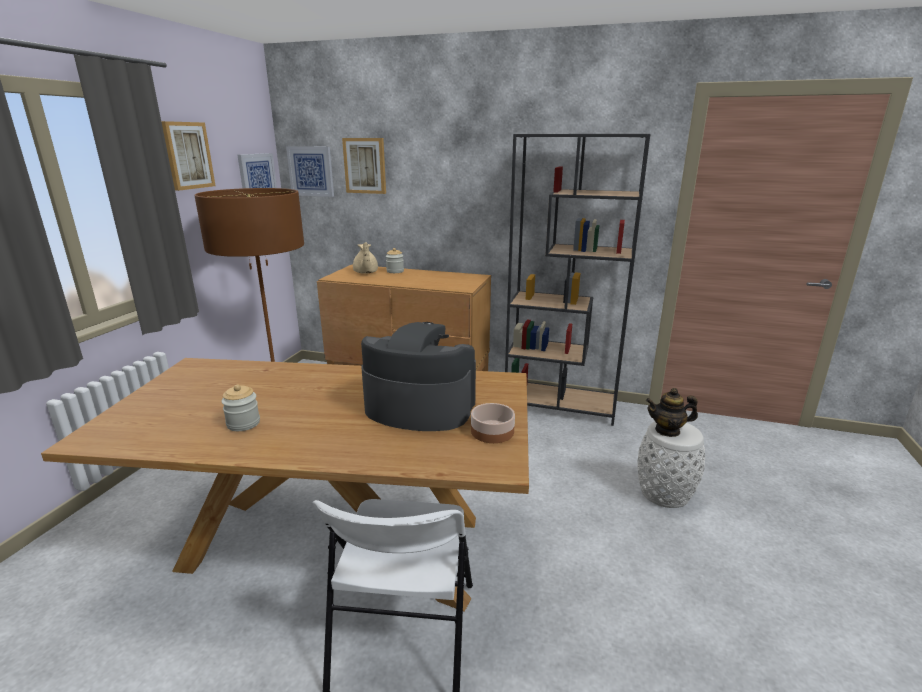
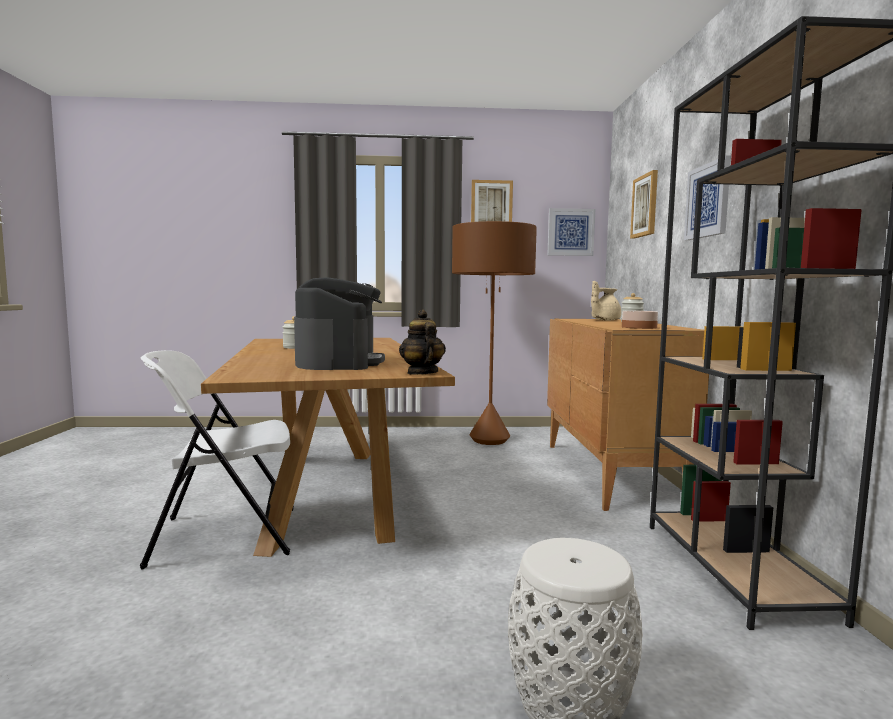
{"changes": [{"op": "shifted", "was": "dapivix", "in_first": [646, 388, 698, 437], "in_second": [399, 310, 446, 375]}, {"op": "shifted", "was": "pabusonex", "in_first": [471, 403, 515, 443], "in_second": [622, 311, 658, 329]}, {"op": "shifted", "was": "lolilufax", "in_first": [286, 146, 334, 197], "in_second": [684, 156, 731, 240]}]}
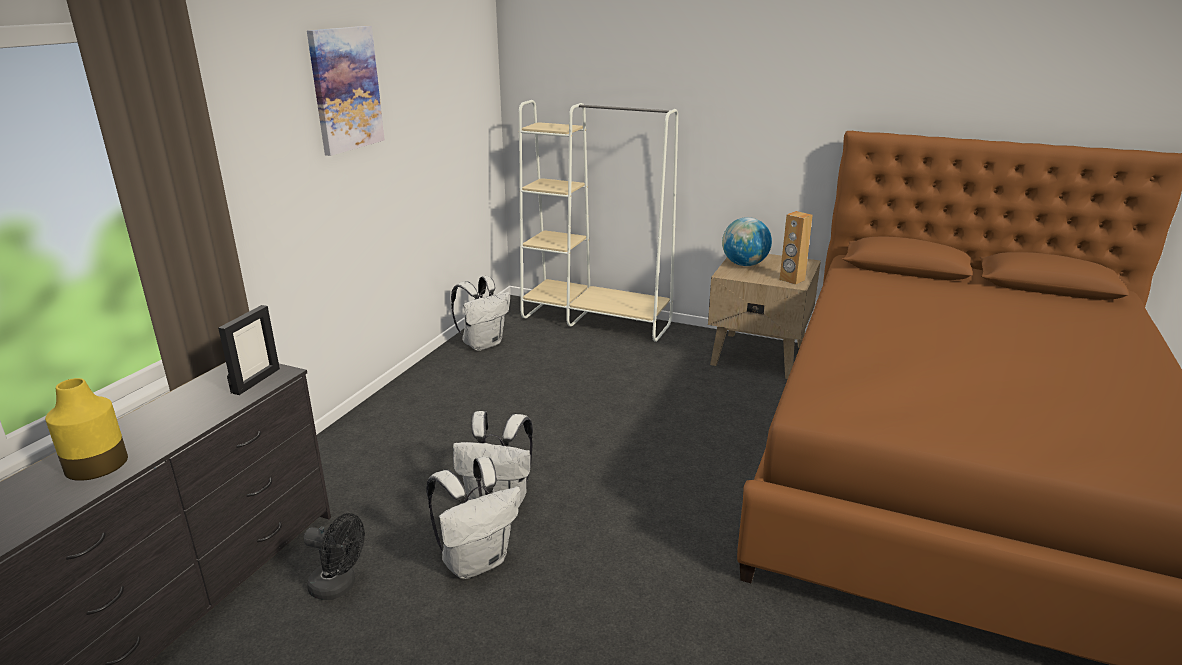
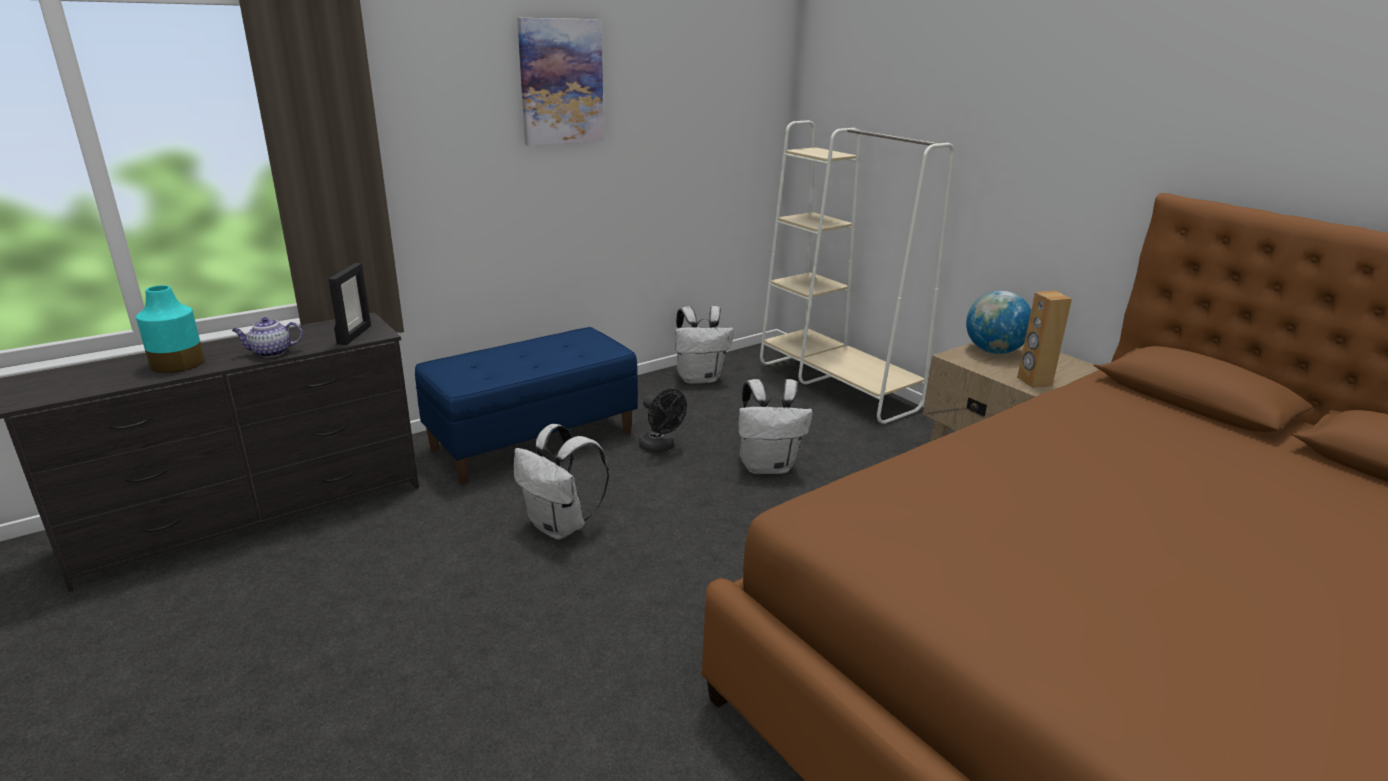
{"changes": [{"op": "repainted", "was": "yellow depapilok", "now": "turquoise depapilok", "in_first": [45, 378, 128, 481], "in_second": [136, 285, 205, 373]}, {"op": "new", "now": "dapivix", "in_second": [232, 317, 303, 357]}, {"op": "rotated", "was": "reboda", "in_first": [218, 305, 280, 395], "in_second": [328, 263, 371, 345], "clockwise": -45}, {"op": "new", "now": "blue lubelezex", "in_second": [415, 327, 638, 484]}, {"op": "shifted", "was": "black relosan", "in_first": [304, 513, 365, 600], "in_second": [639, 389, 687, 453]}, {"op": "shifted", "was": "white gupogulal", "in_first": [426, 456, 521, 579], "in_second": [738, 379, 813, 474]}]}
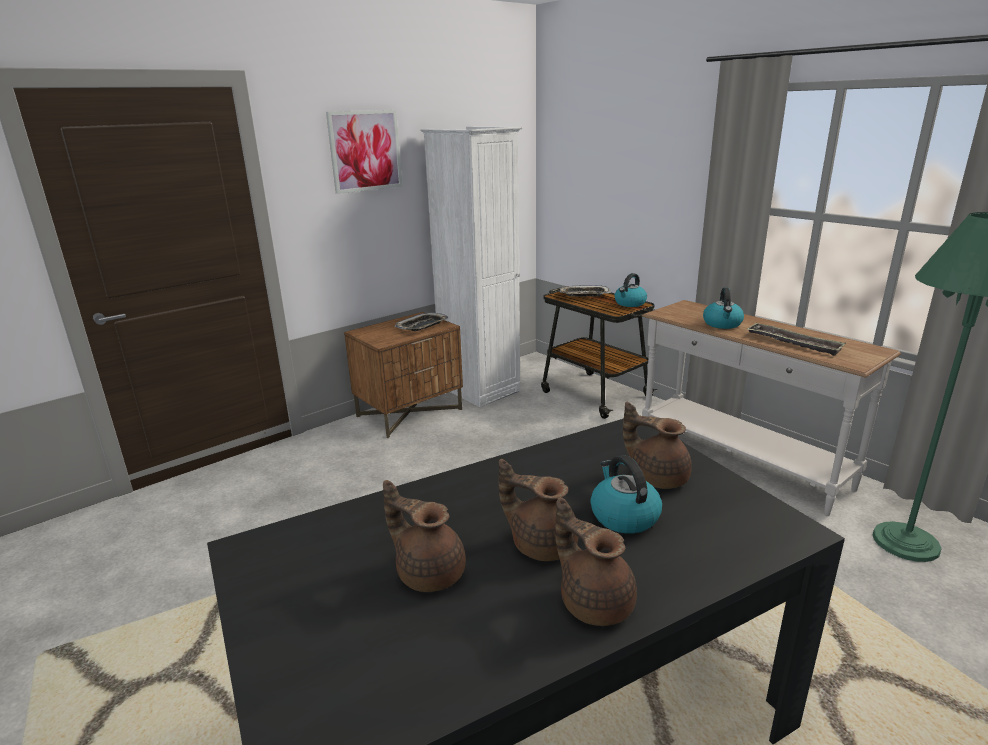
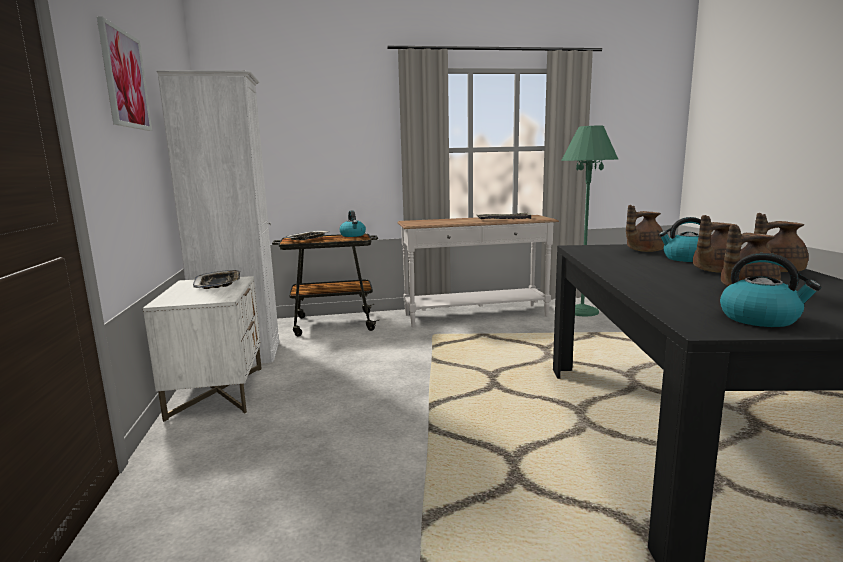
{"changes": [{"op": "repainted", "was": "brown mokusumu", "now": "white mokusumu", "in_first": [344, 312, 463, 438], "in_second": [143, 276, 262, 422]}, {"op": "shifted", "was": "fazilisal", "in_first": [703, 288, 744, 329], "in_second": [720, 253, 821, 327]}]}
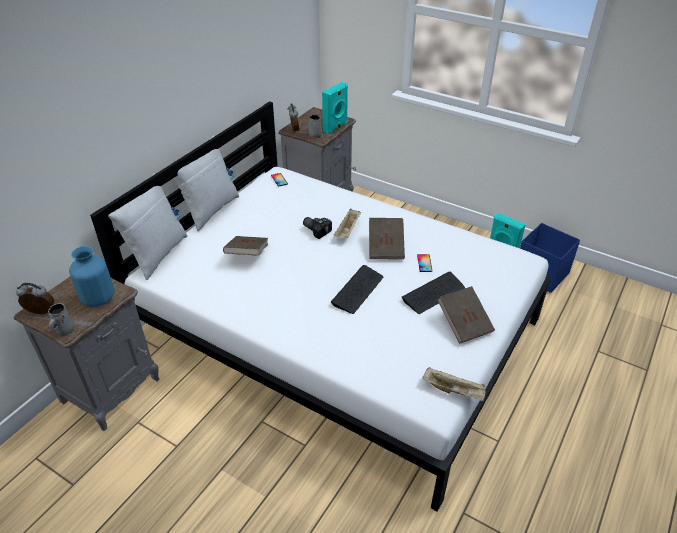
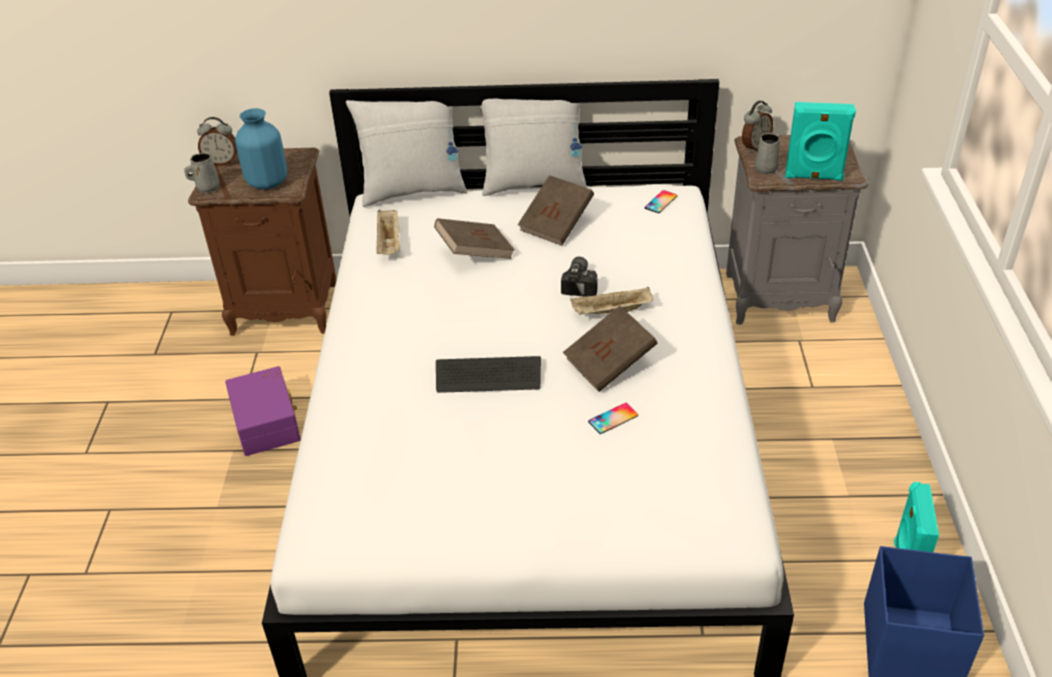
{"changes": [{"op": "repainted", "was": "grey mokusumu", "now": "brown mokusumu", "in_first": [13, 276, 159, 431], "in_second": [188, 148, 337, 336]}, {"op": "rotated", "was": "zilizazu", "in_first": [16, 283, 54, 314], "in_second": [197, 117, 237, 166], "clockwise": 120}, {"op": "new", "now": "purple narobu", "in_second": [225, 366, 301, 456]}, {"op": "shifted", "was": "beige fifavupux", "in_first": [422, 367, 486, 401], "in_second": [376, 209, 400, 255]}, {"op": "shifted", "was": "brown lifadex", "in_first": [437, 286, 495, 344], "in_second": [518, 175, 594, 246]}, {"op": "gone", "was": "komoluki", "in_first": [402, 272, 465, 314]}]}
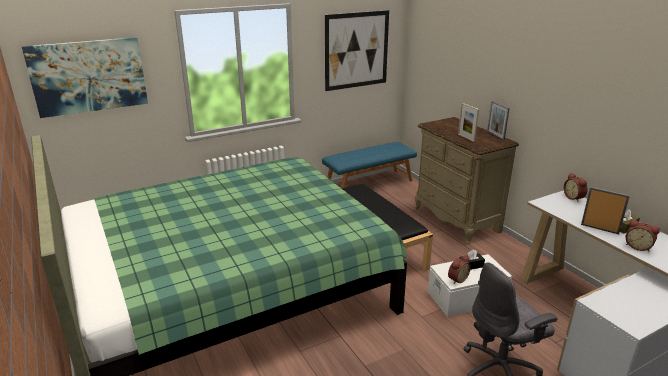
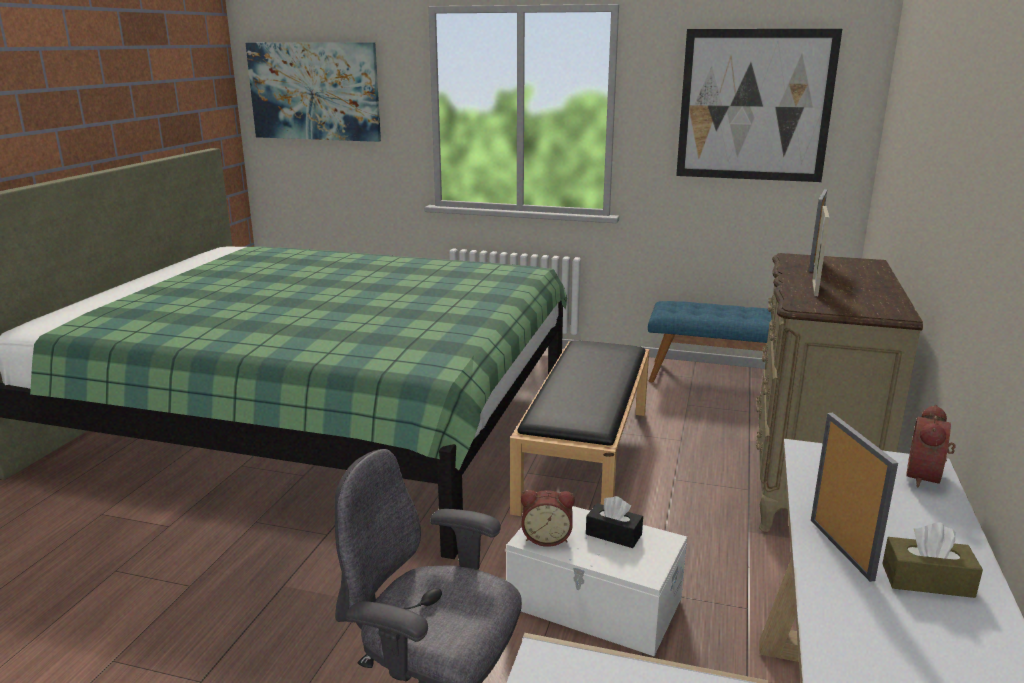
{"changes": [{"op": "shifted", "was": "reboda", "in_first": [487, 101, 510, 140], "in_second": [809, 190, 827, 272]}, {"op": "gone", "was": "zilizazu", "in_first": [626, 219, 660, 252]}]}
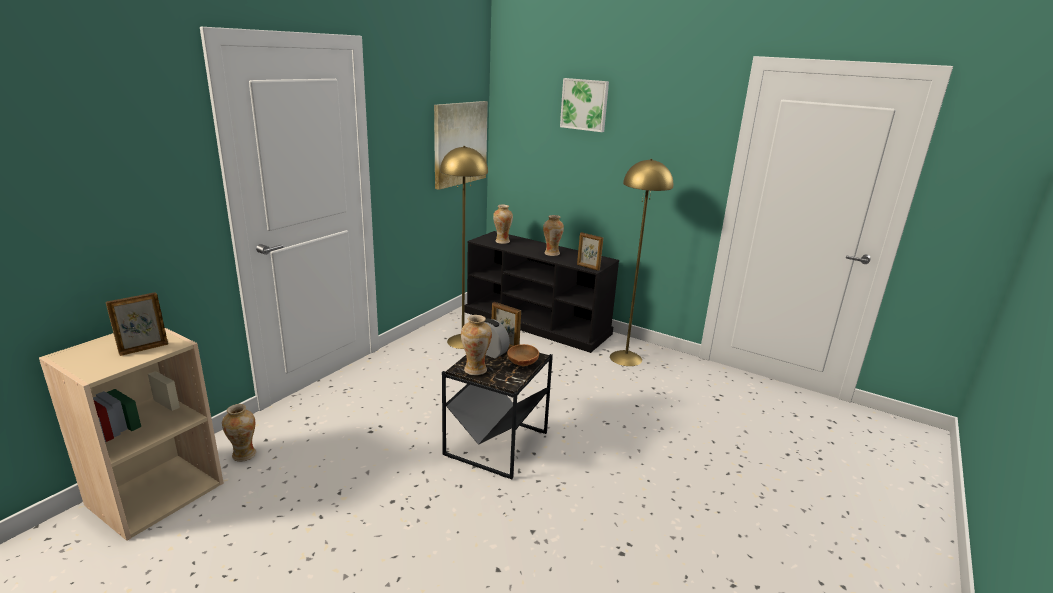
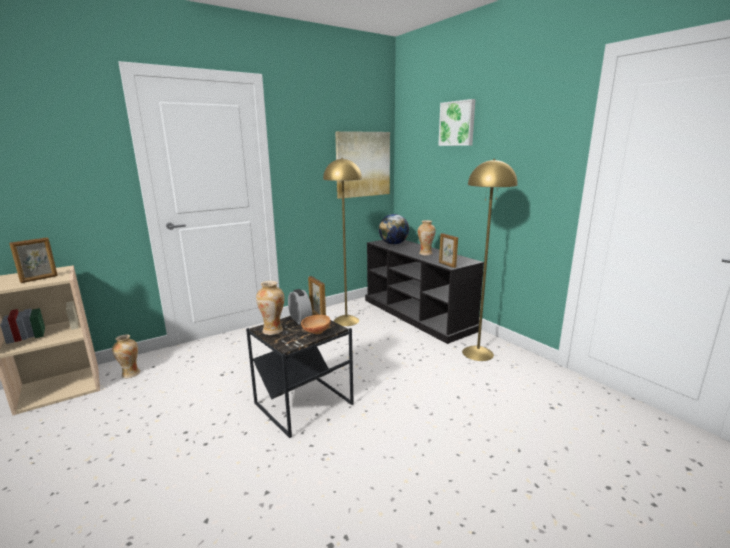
{"changes": [{"op": "rotated", "was": "reboda", "in_first": [106, 292, 168, 356], "in_second": [9, 237, 58, 283], "clockwise": 150}, {"op": "swapped", "was": "depapilok", "now": "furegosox", "in_first": [493, 205, 513, 244], "in_second": [379, 214, 409, 245]}]}
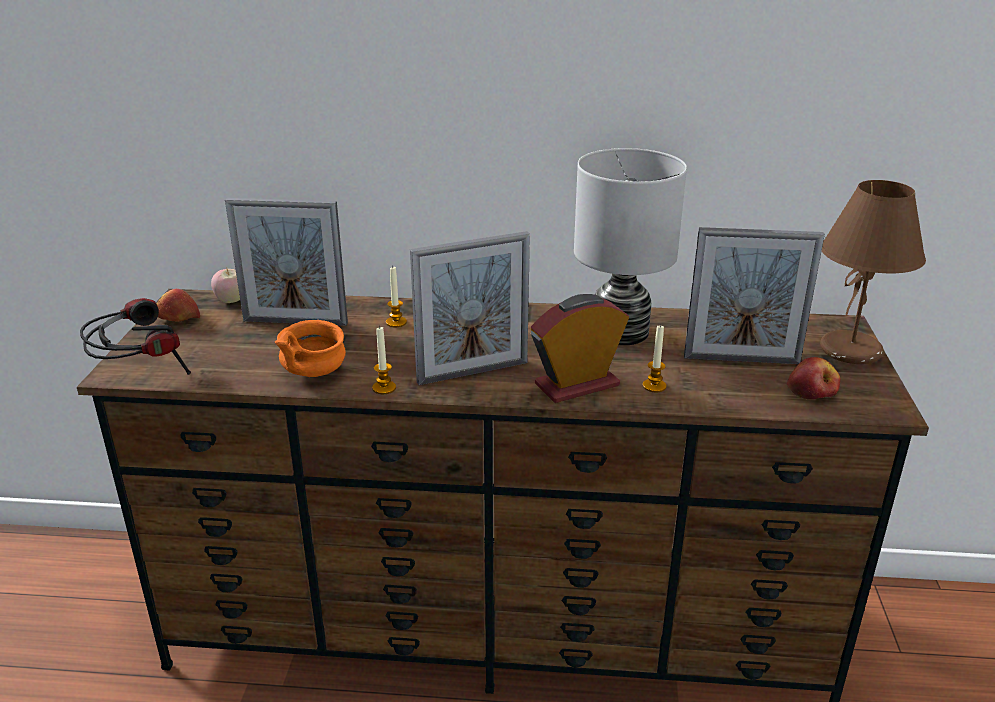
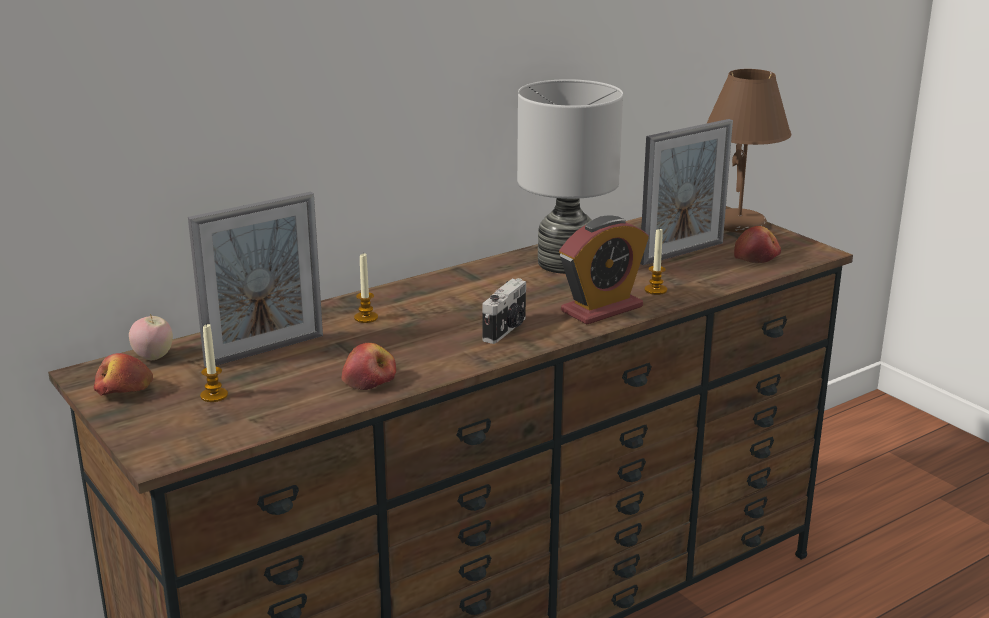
{"changes": [{"op": "shifted", "was": "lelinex", "in_first": [372, 326, 396, 394], "in_second": [200, 323, 228, 402]}, {"op": "swapped", "was": "orange pabusonex", "now": "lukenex", "in_first": [275, 320, 346, 377], "in_second": [342, 343, 396, 390]}, {"op": "swapped", "was": "reboda", "now": "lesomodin", "in_first": [410, 231, 530, 385], "in_second": [482, 278, 526, 344]}, {"op": "rotated", "was": "zilizazu", "in_first": [531, 294, 629, 403], "in_second": [559, 216, 649, 324], "clockwise": -150}, {"op": "gone", "was": "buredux", "in_first": [80, 298, 191, 375]}]}
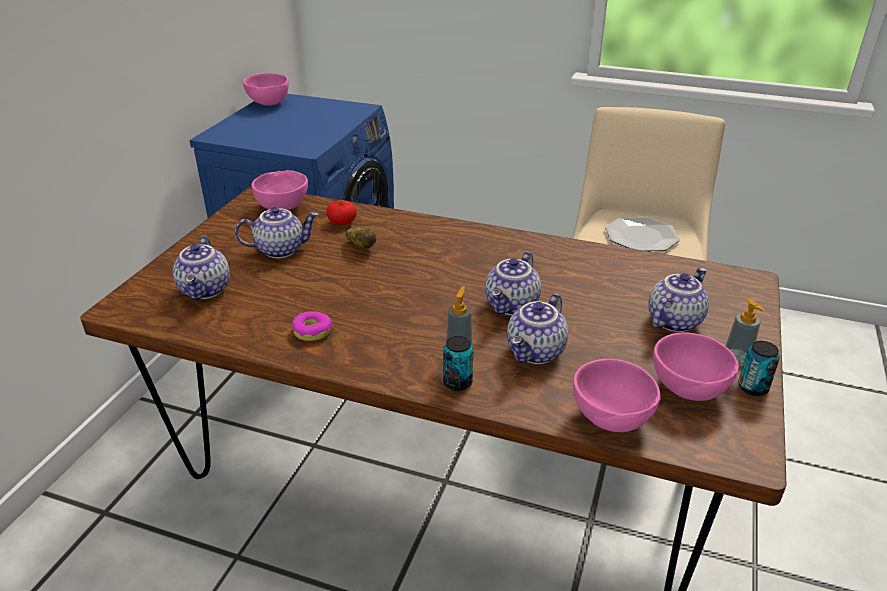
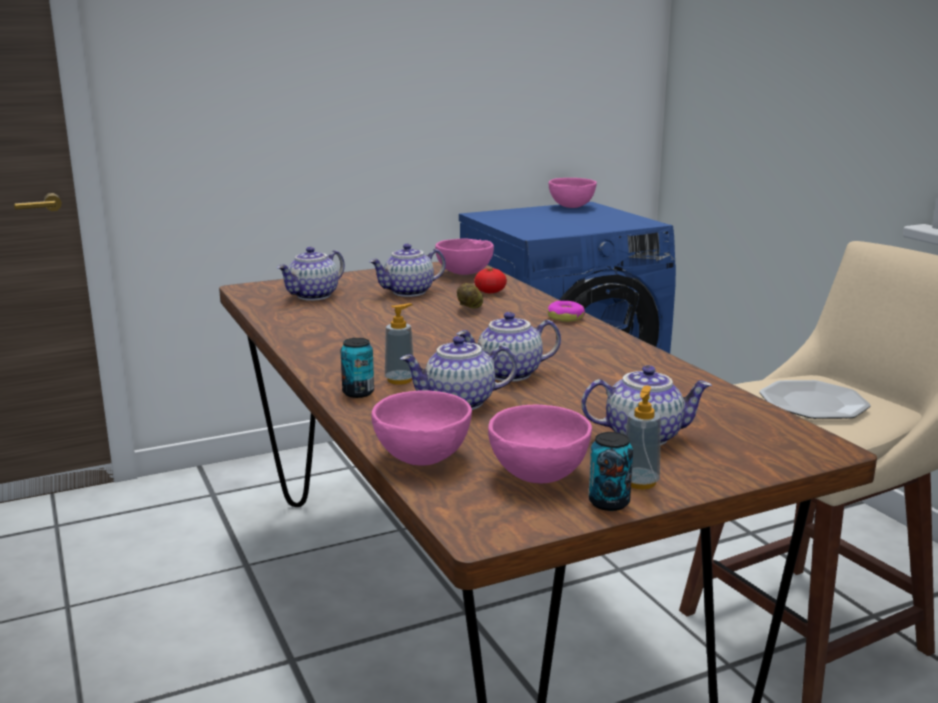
{"changes": [{"op": "rotated", "was": "dapivix", "in_first": [235, 206, 318, 258], "in_second": [369, 244, 446, 297], "clockwise": 120}, {"op": "shifted", "was": "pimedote", "in_first": [292, 311, 332, 341], "in_second": [547, 301, 585, 322]}]}
